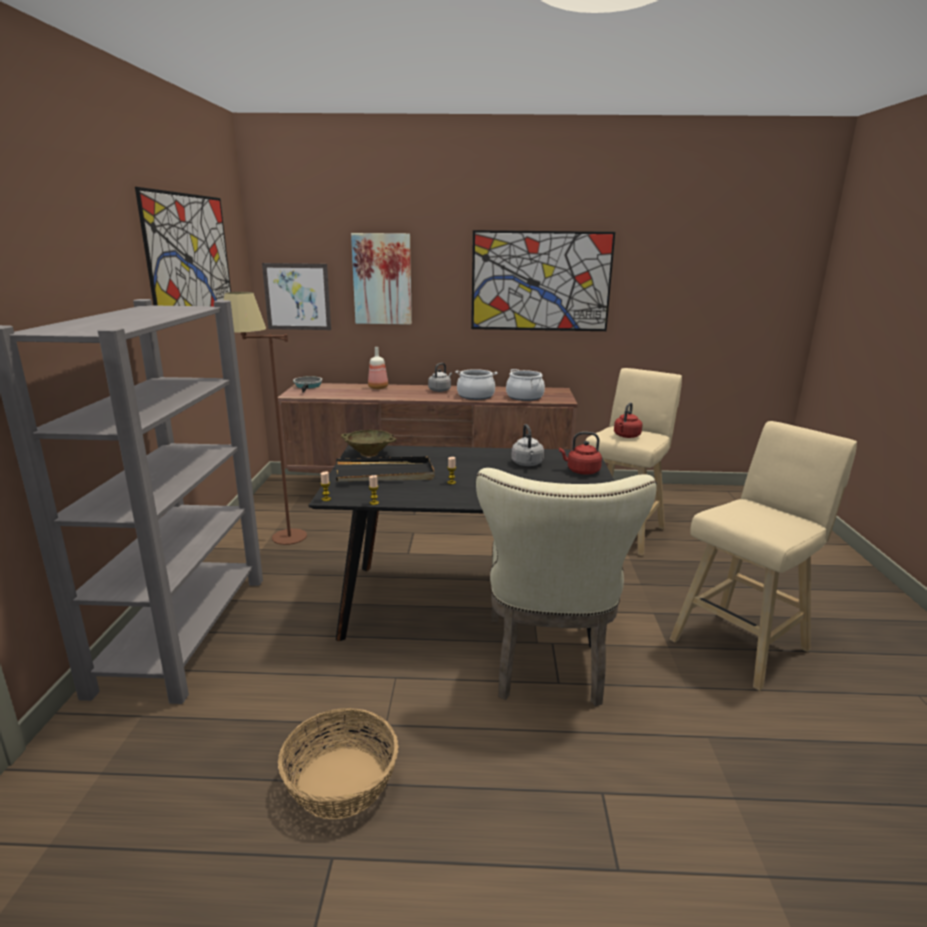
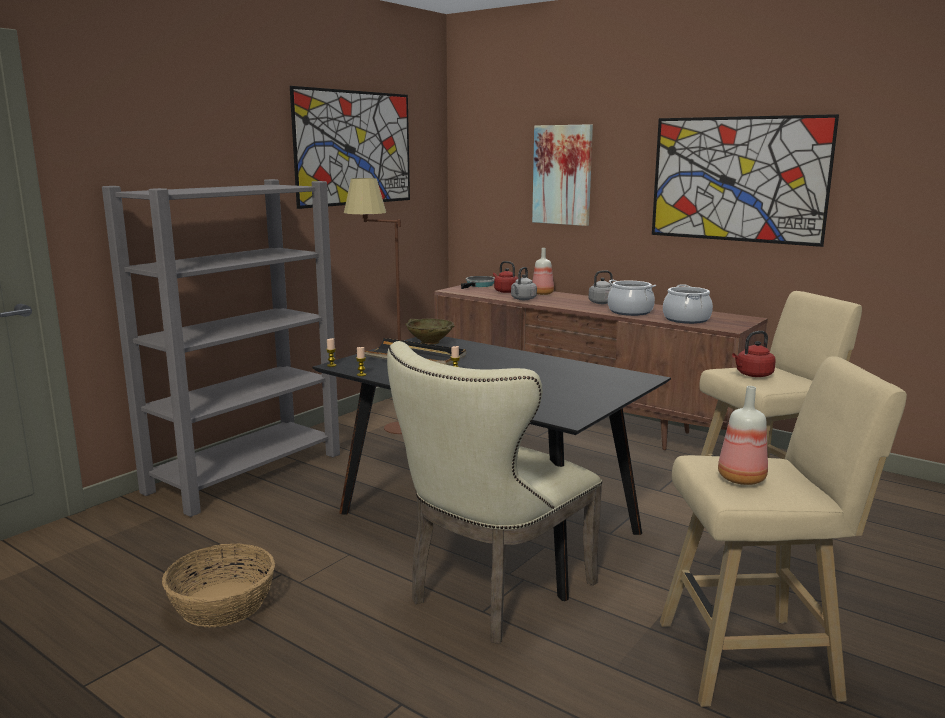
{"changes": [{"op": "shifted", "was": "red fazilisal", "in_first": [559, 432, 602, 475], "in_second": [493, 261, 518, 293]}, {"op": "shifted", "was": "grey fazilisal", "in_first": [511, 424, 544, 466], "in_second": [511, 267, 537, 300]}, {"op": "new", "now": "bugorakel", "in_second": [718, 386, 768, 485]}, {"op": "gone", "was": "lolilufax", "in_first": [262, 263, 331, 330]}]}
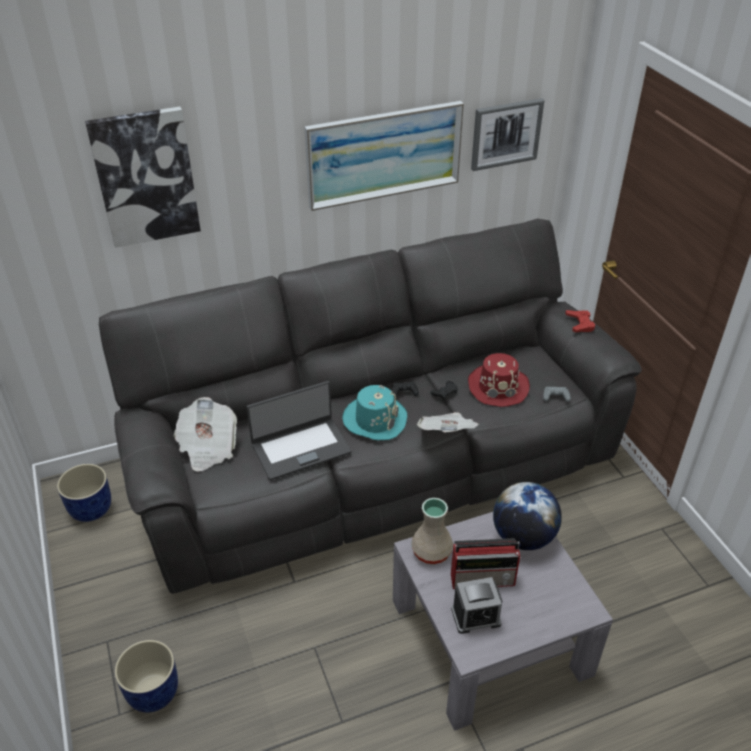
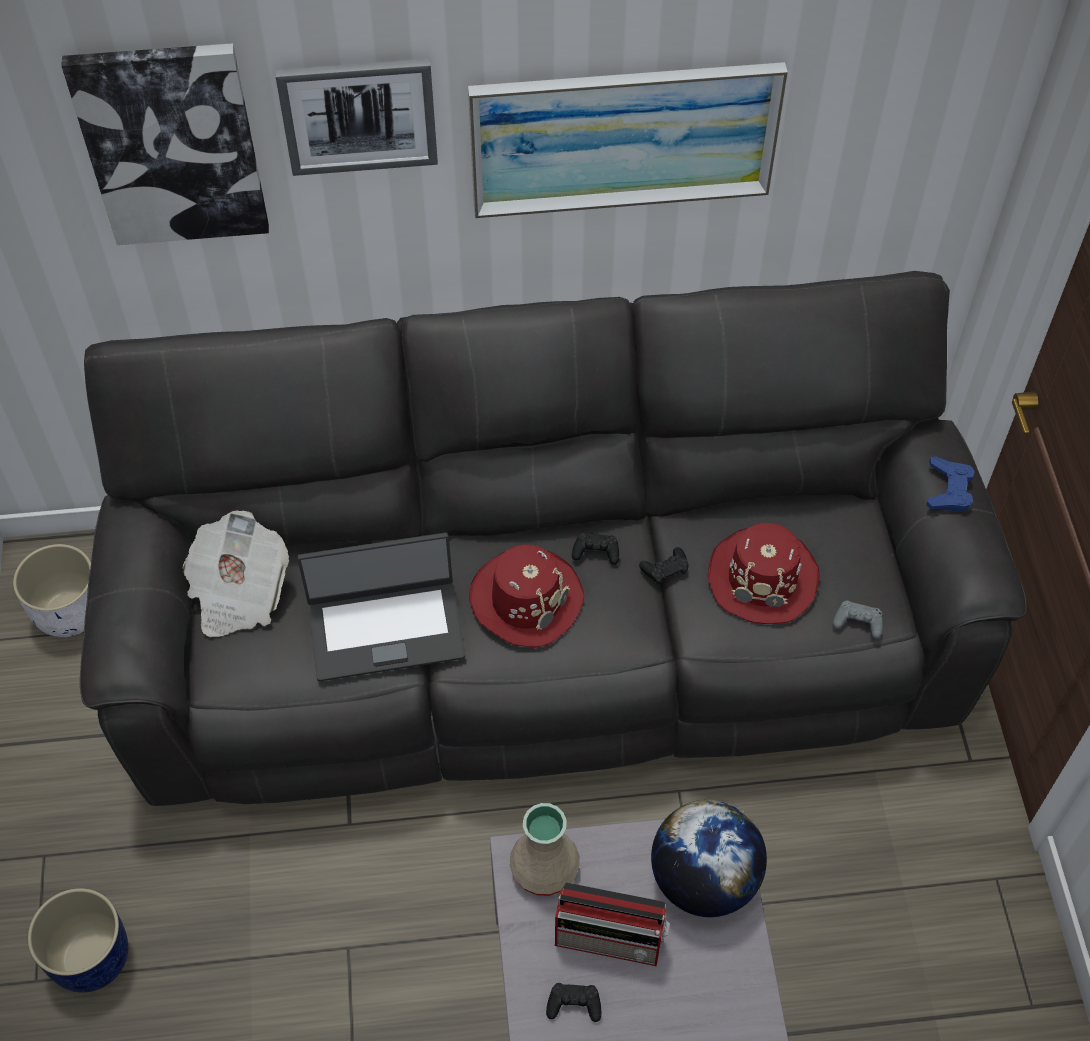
{"changes": [{"op": "repainted", "was": "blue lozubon", "now": "white lozubon", "in_first": [57, 464, 111, 522], "in_second": [13, 544, 91, 637]}, {"op": "shifted", "was": "lolilufax", "in_first": [471, 98, 544, 171], "in_second": [275, 59, 438, 176]}, {"op": "repainted", "was": "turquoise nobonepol", "now": "red nobonepol", "in_first": [342, 385, 407, 440], "in_second": [469, 544, 584, 648]}, {"op": "swapped", "was": "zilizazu", "now": "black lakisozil", "in_first": [451, 577, 502, 634], "in_second": [546, 983, 601, 1022]}, {"op": "repainted", "was": "red lakisozil", "now": "blue lakisozil", "in_first": [565, 310, 595, 332], "in_second": [926, 457, 975, 512]}, {"op": "gone", "was": "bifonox", "in_first": [417, 412, 479, 432]}]}
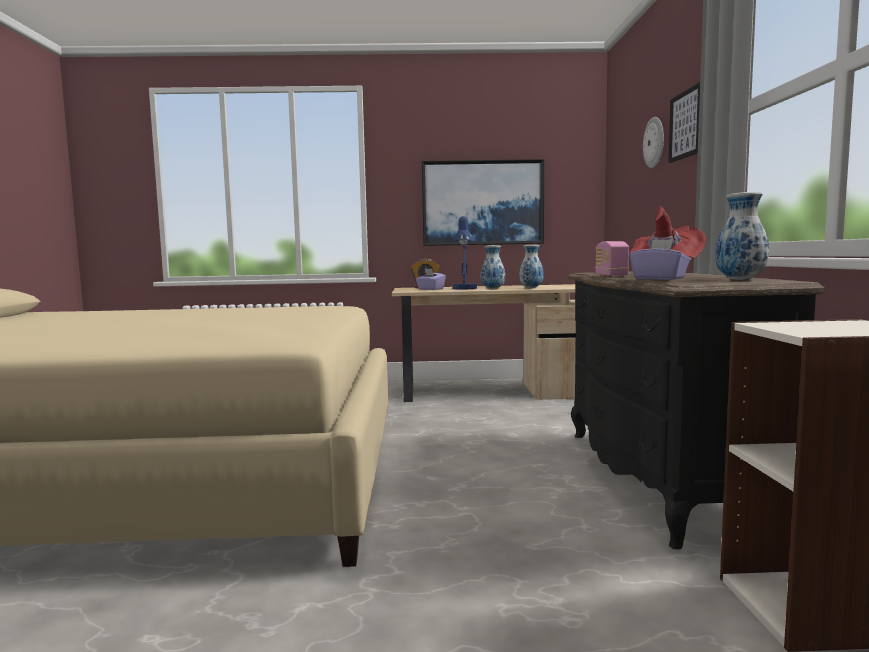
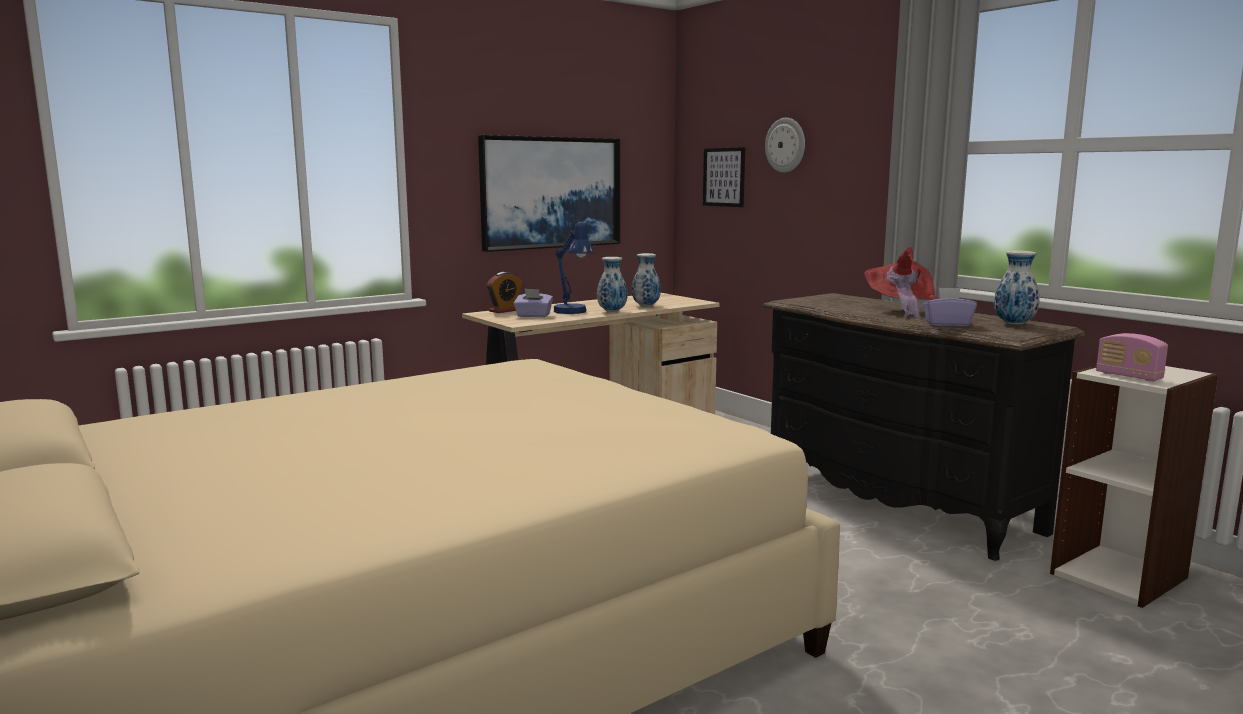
{"changes": [{"op": "shifted", "was": "lolilufax", "in_first": [668, 82, 700, 163], "in_second": [703, 147, 745, 207]}, {"op": "shifted", "was": "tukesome", "in_first": [595, 241, 629, 277], "in_second": [1096, 333, 1168, 382]}]}
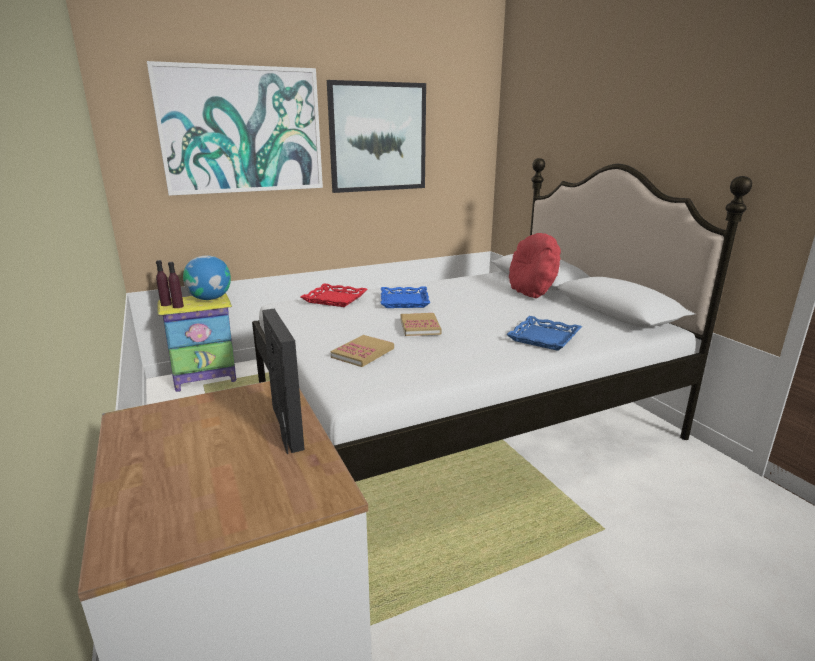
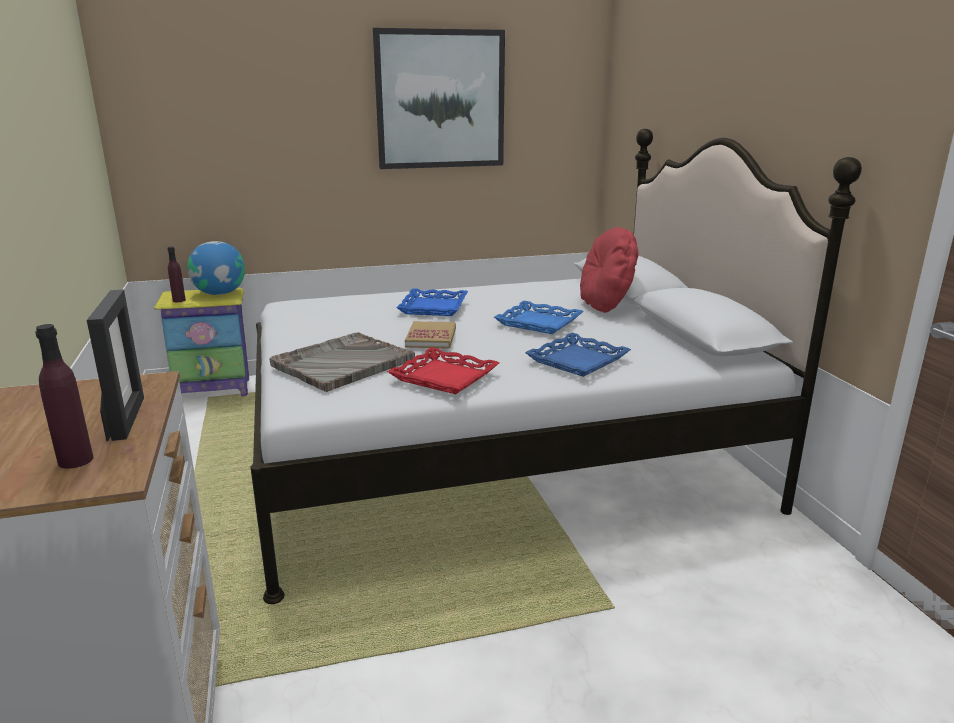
{"changes": [{"op": "shifted", "was": "purple bugorakel", "in_first": [156, 260, 172, 306], "in_second": [35, 324, 93, 469]}, {"op": "swapped", "was": "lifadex", "now": "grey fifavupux", "in_first": [331, 335, 394, 367], "in_second": [270, 332, 415, 392]}, {"op": "shifted", "was": "red fifavupux", "in_first": [300, 283, 368, 307], "in_second": [387, 347, 500, 394]}, {"op": "new", "now": "blue fifavupux", "in_second": [494, 301, 584, 334]}, {"op": "gone", "was": "lolilufax", "in_first": [147, 61, 323, 196]}]}
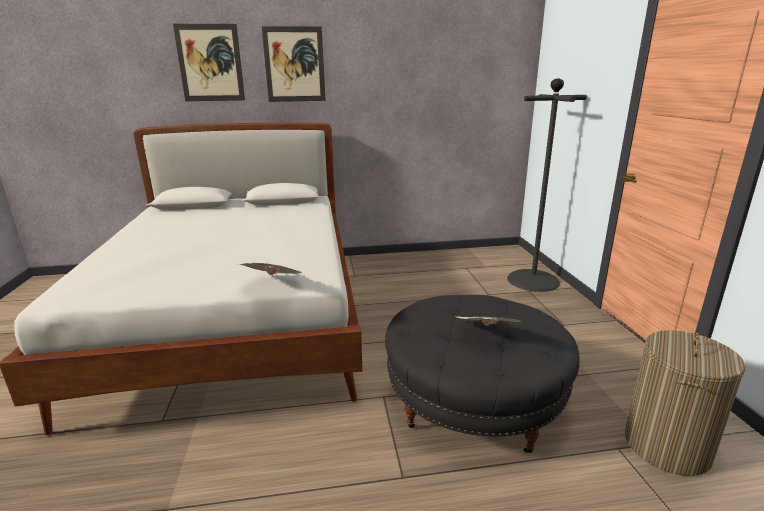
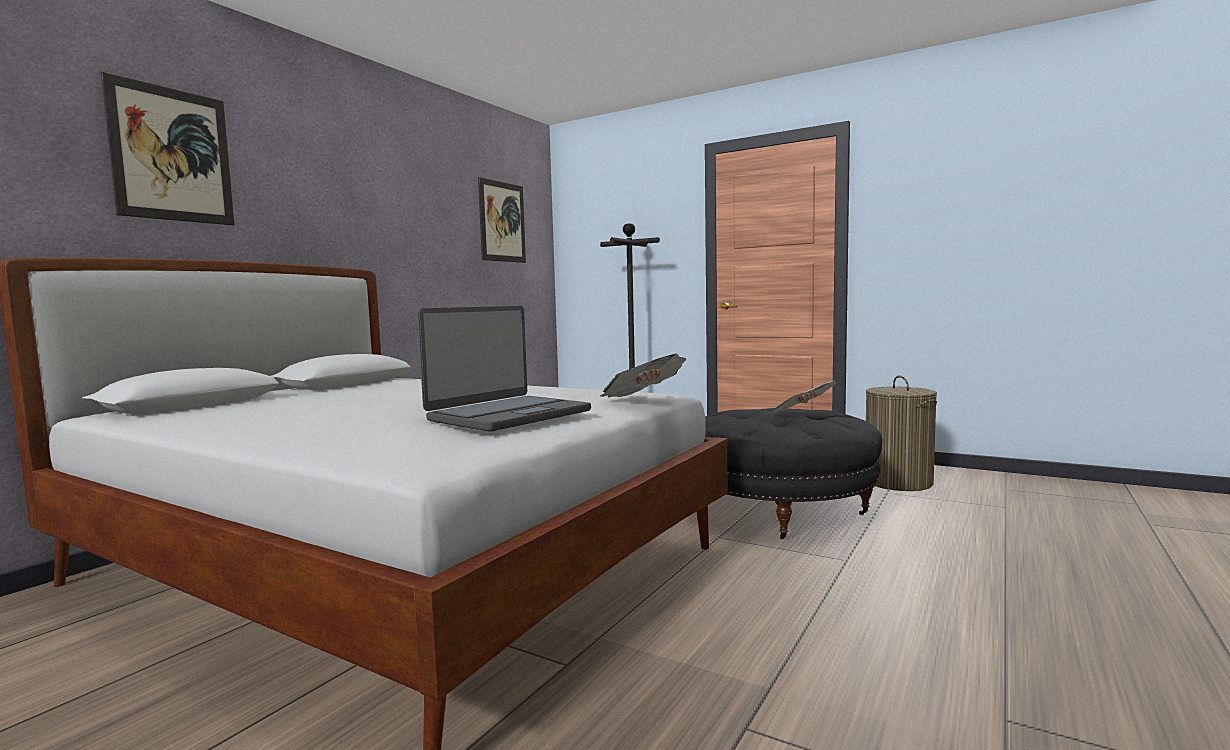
{"changes": [{"op": "new", "now": "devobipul", "in_second": [417, 306, 591, 432]}, {"op": "shifted", "was": "lolilufax", "in_first": [261, 26, 326, 102], "in_second": [478, 177, 526, 263]}]}
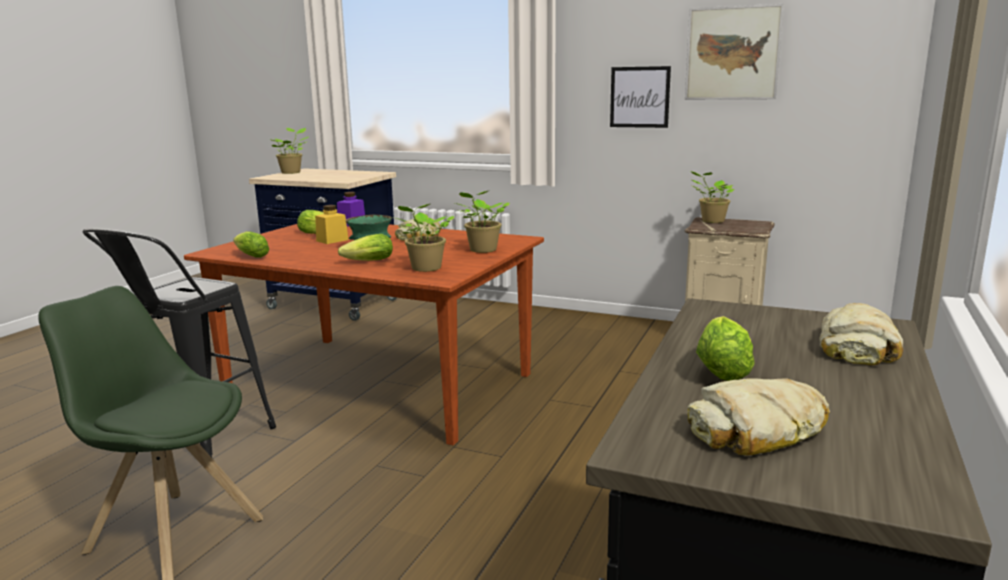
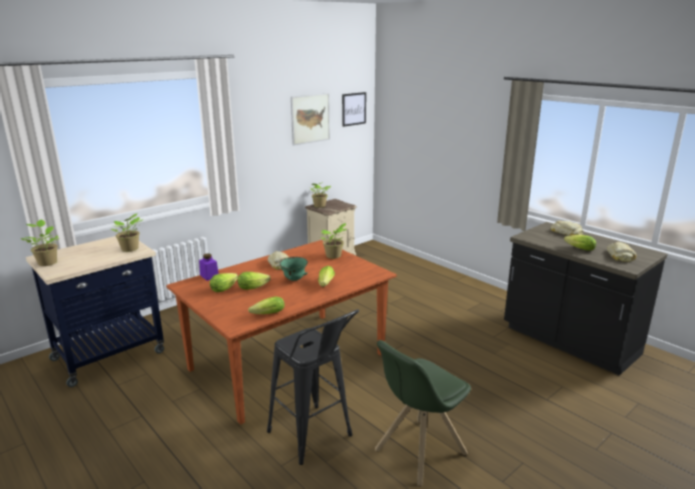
{"changes": [{"op": "shifted", "was": "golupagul", "in_first": [391, 204, 454, 272], "in_second": [111, 213, 143, 252]}, {"op": "swapped", "was": "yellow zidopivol", "now": "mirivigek", "in_first": [315, 205, 349, 244], "in_second": [238, 272, 271, 290]}, {"op": "shifted", "was": "lolilufax", "in_first": [610, 66, 671, 128], "in_second": [342, 92, 366, 127]}]}
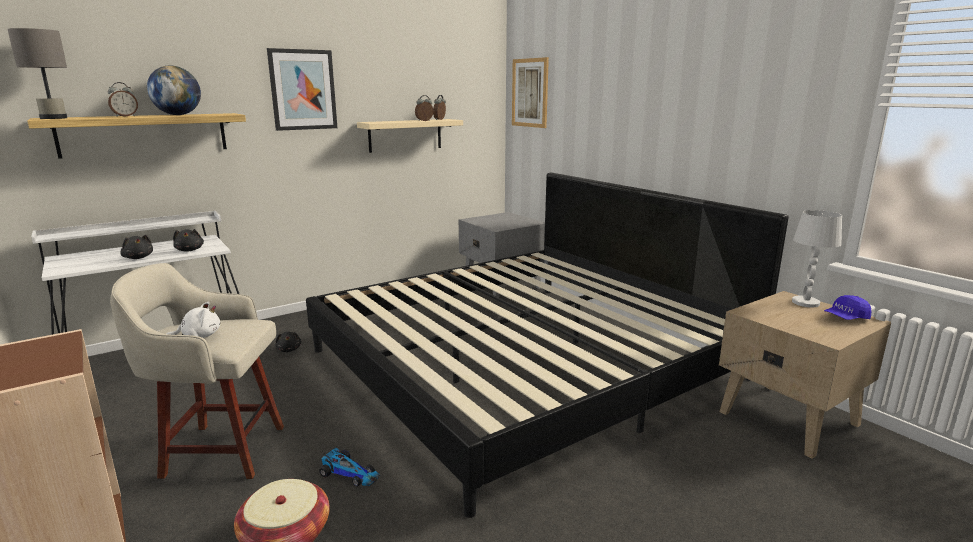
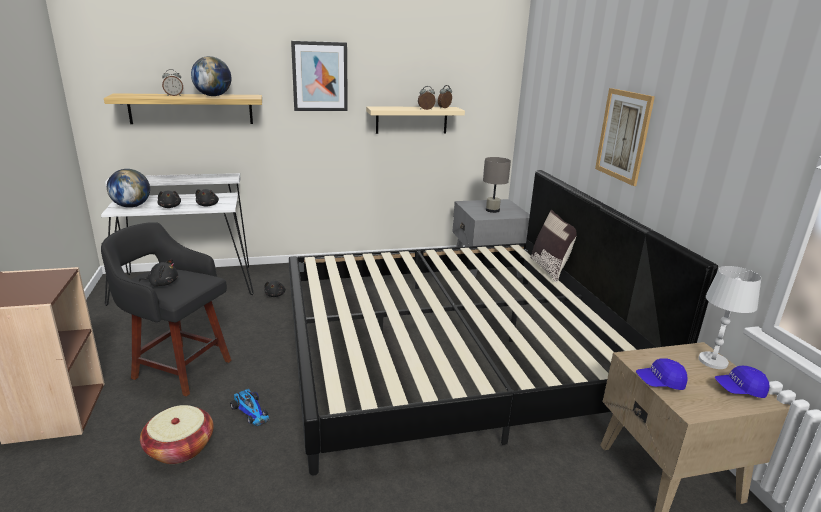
{"changes": [{"op": "repainted", "was": "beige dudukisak", "now": "black dudukisak", "in_first": [110, 263, 284, 479], "in_second": [101, 222, 232, 397]}, {"op": "new", "now": "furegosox", "in_second": [107, 169, 150, 208]}, {"op": "repainted", "was": "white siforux", "now": "black siforux", "in_first": [167, 301, 220, 338], "in_second": [139, 259, 178, 286]}, {"op": "shifted", "was": "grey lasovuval", "in_first": [8, 28, 67, 119], "in_second": [483, 157, 511, 213]}, {"op": "new", "now": "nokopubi", "in_second": [531, 210, 577, 282]}, {"op": "shifted", "was": "lolilufax", "in_first": [512, 57, 549, 128], "in_second": [595, 88, 655, 186]}, {"op": "new", "now": "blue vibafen", "in_second": [636, 358, 688, 390]}]}
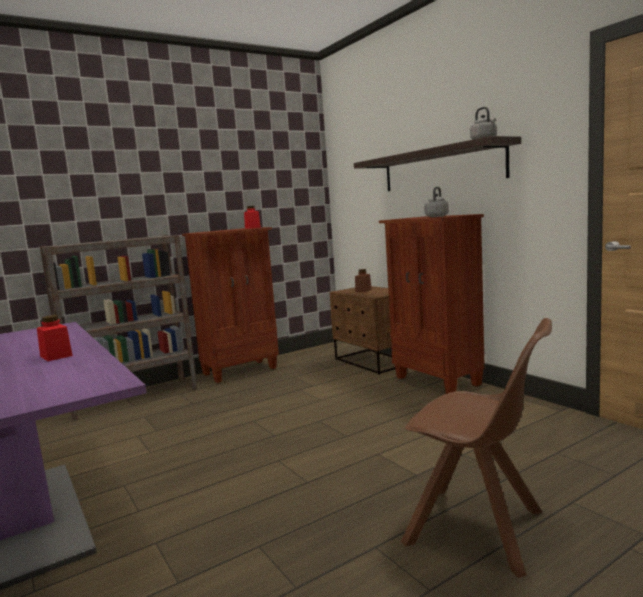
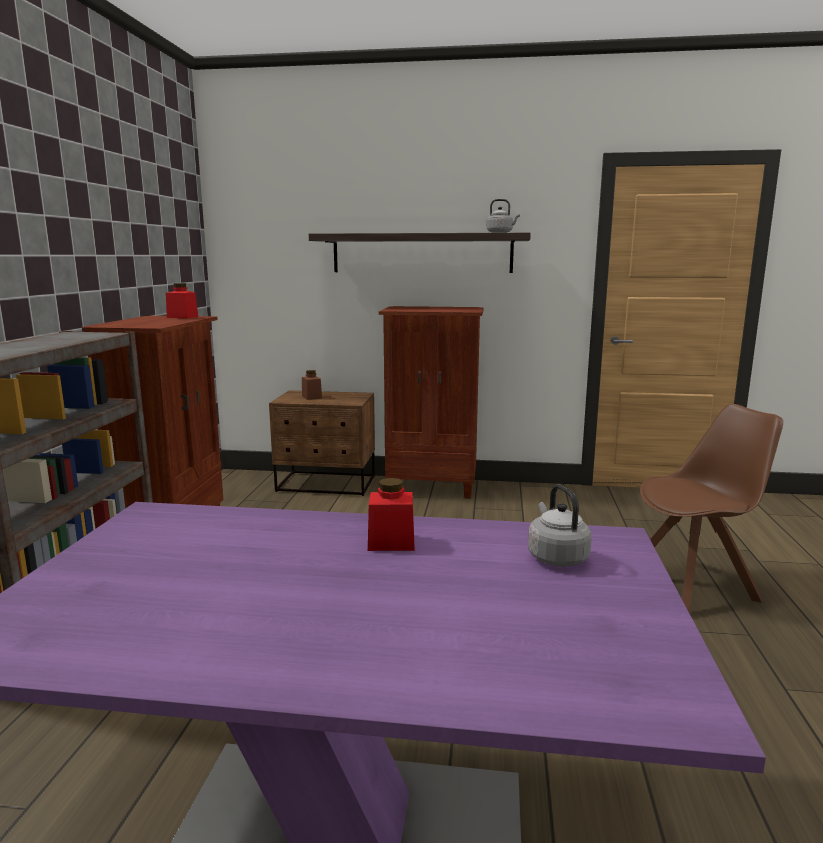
{"changes": [{"op": "shifted", "was": "grey fazilisal", "in_first": [424, 187, 449, 217], "in_second": [528, 484, 592, 567]}]}
